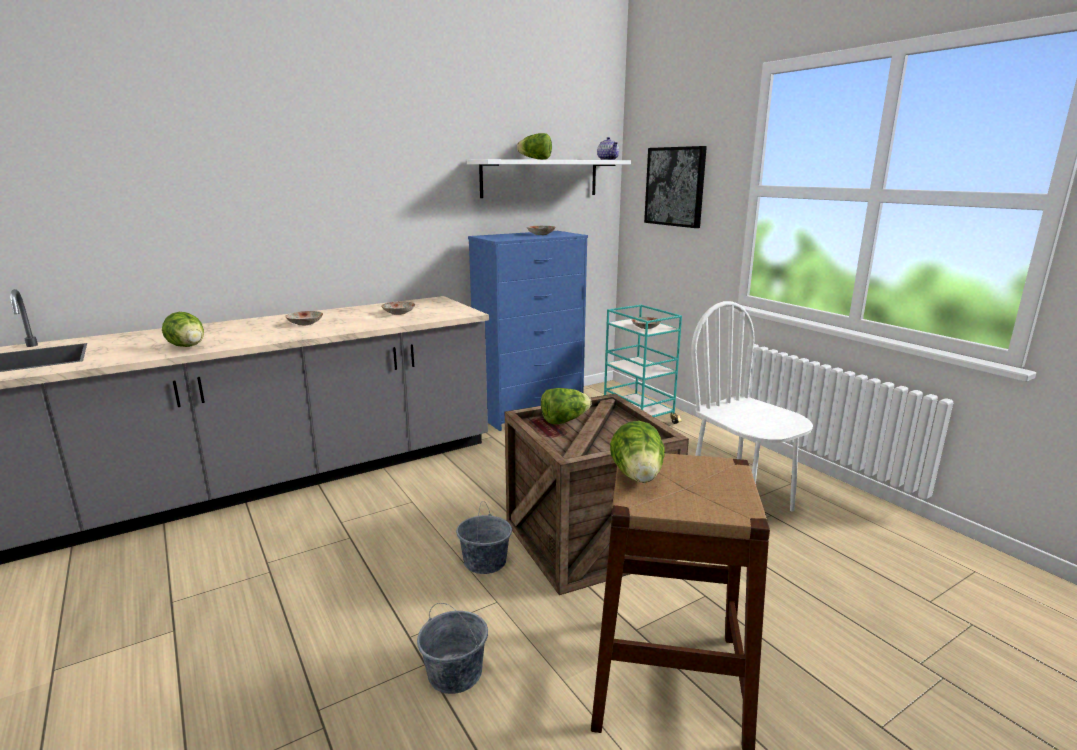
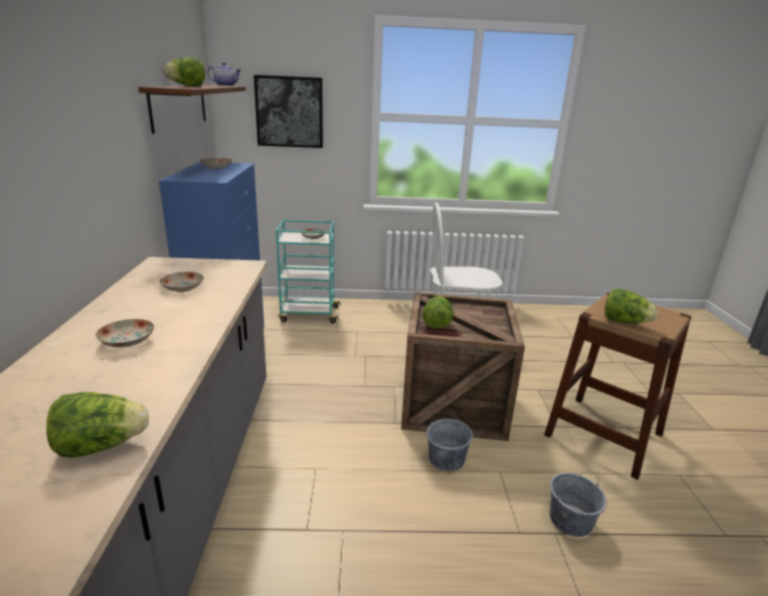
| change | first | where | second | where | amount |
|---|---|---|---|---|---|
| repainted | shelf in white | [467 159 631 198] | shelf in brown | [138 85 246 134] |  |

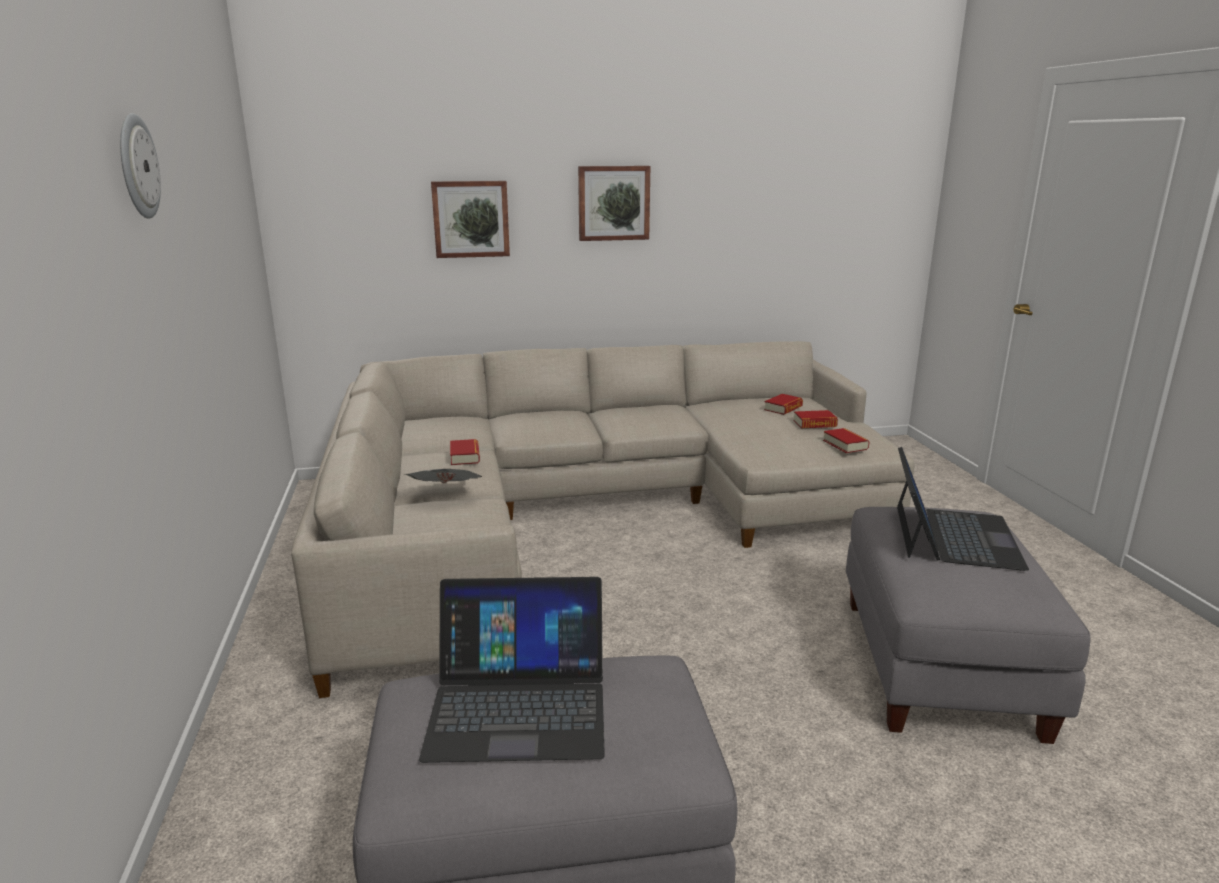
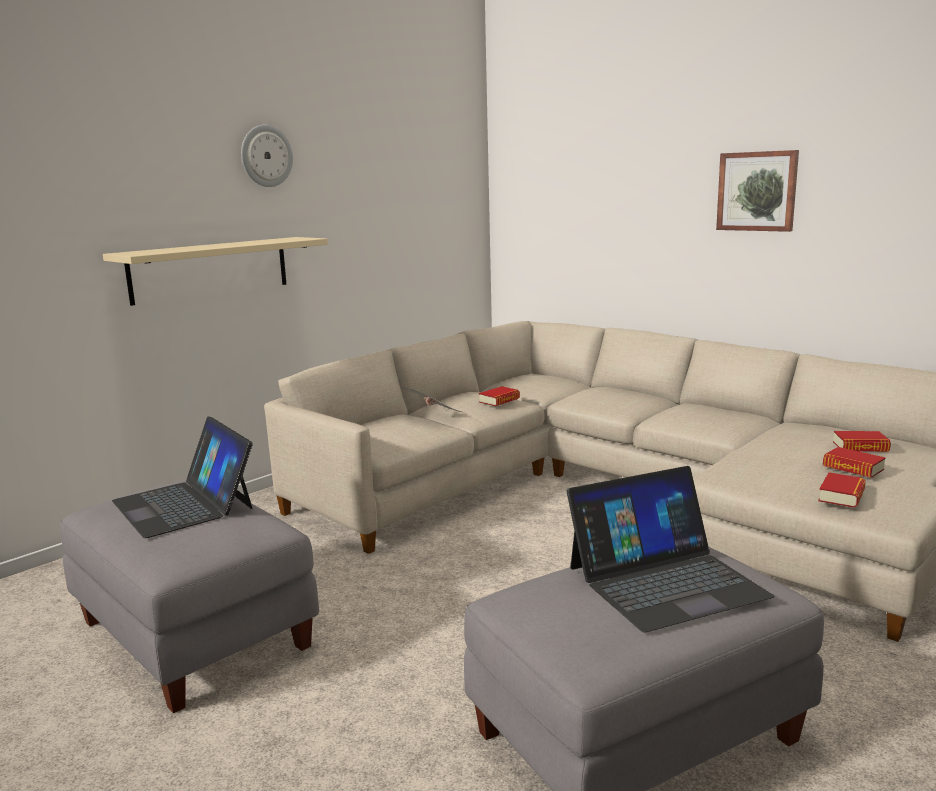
| change | first | where | second | where | amount |
|---|---|---|---|---|---|
| gone | wall picture | [431 181 510 258] |  |  |  |
| new |  |  | shelf in beige | [103 237 328 306] |  |

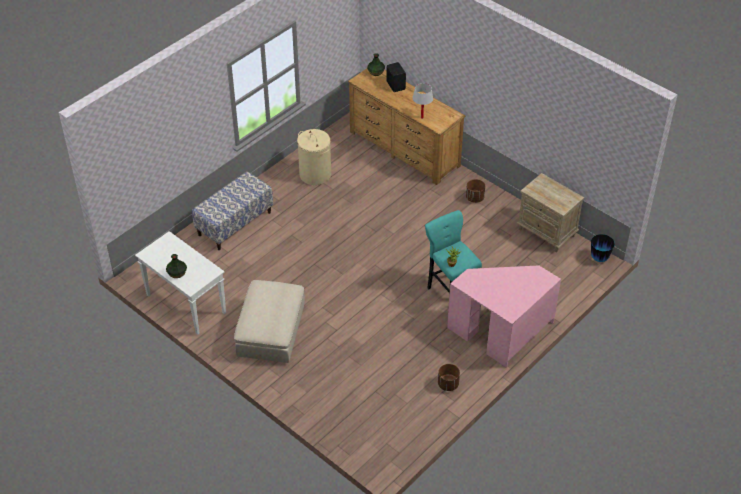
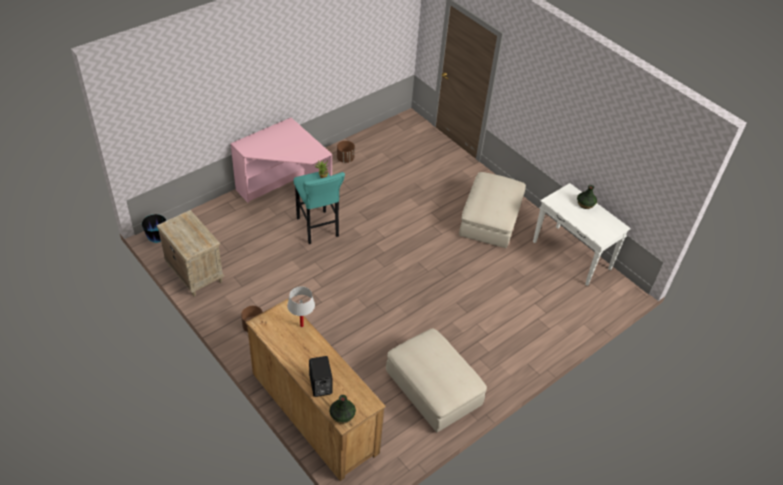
| change | first | where | second | where | amount |
|---|---|---|---|---|---|
| gone | long seat | [192 171 273 250] |  |  |  |
| swapped | laundry basket in beige | [297 129 331 185] | pouffe in beige | [386 329 487 432] |  |

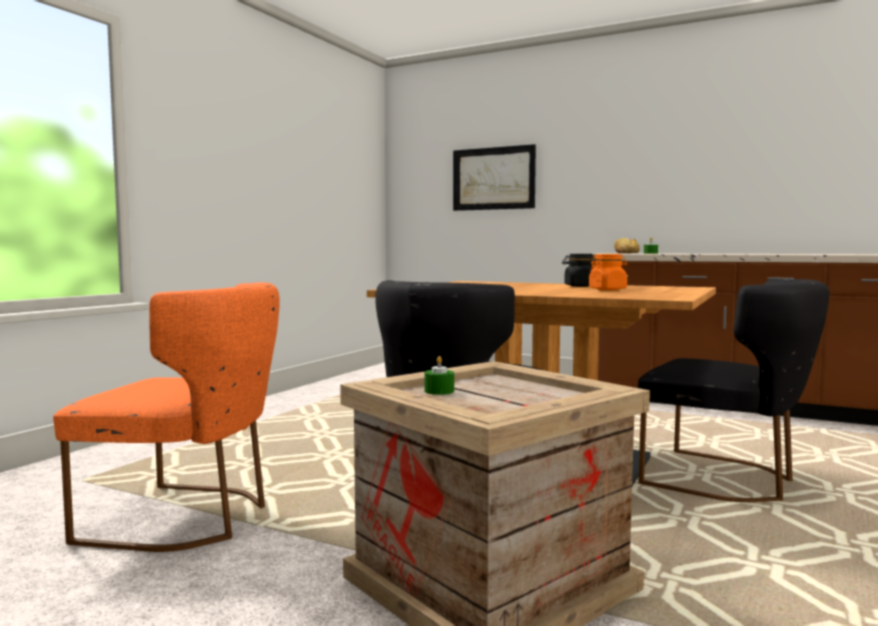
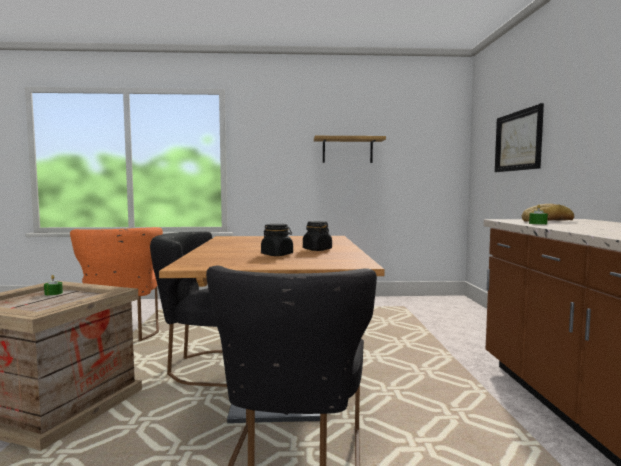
| change | first | where | second | where | amount |
|---|---|---|---|---|---|
| repainted | preserve jar in orangey | [589 254 627 290] | preserve jar in black | [261 224 293 256] |  |
| new |  |  | shelf | [314 136 386 163] |  |

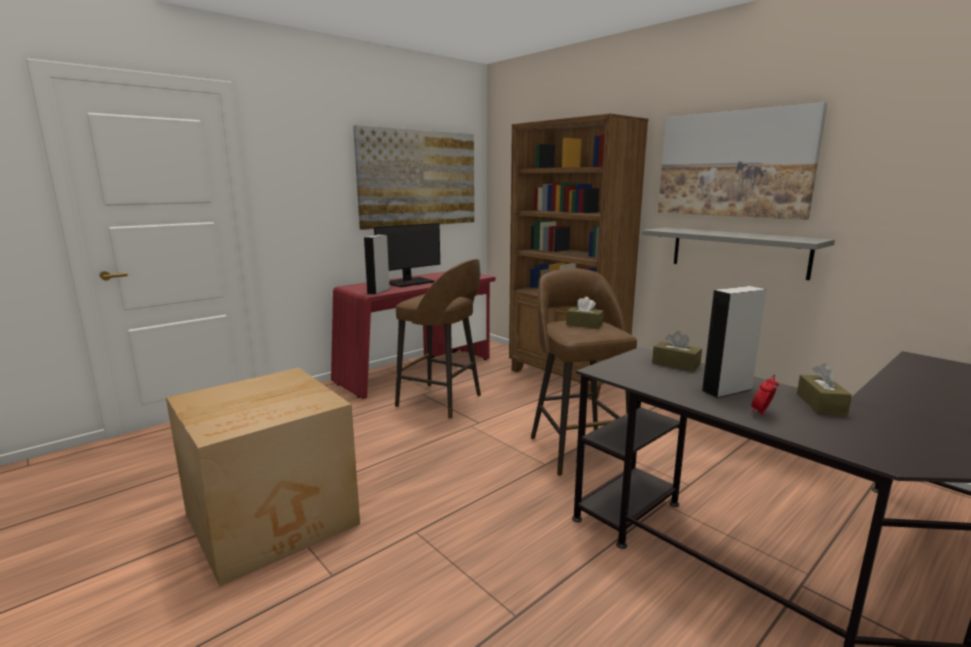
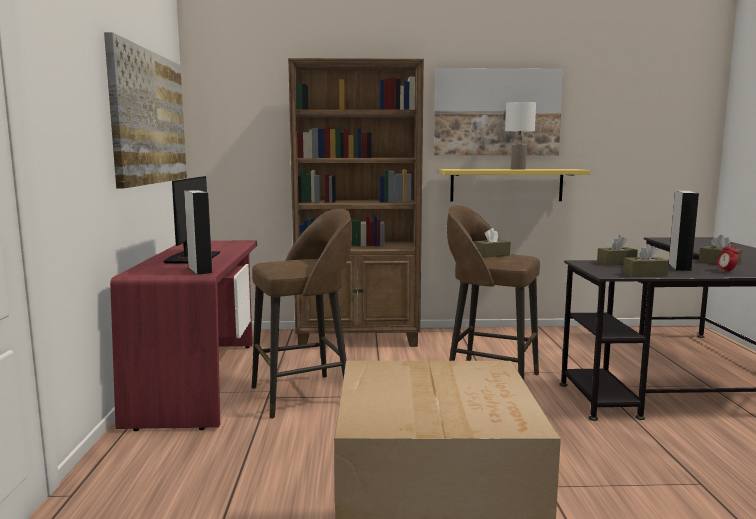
| change | first | where | second | where | amount |
|---|---|---|---|---|---|
| repainted | shelf in gray | [641 227 835 280] | shelf in yellow | [439 169 590 202] |  |
| new |  |  | tabletop lamp in white | [505 102 536 170] |  |
| new |  |  | tissue box in brown | [623 244 669 277] |  |

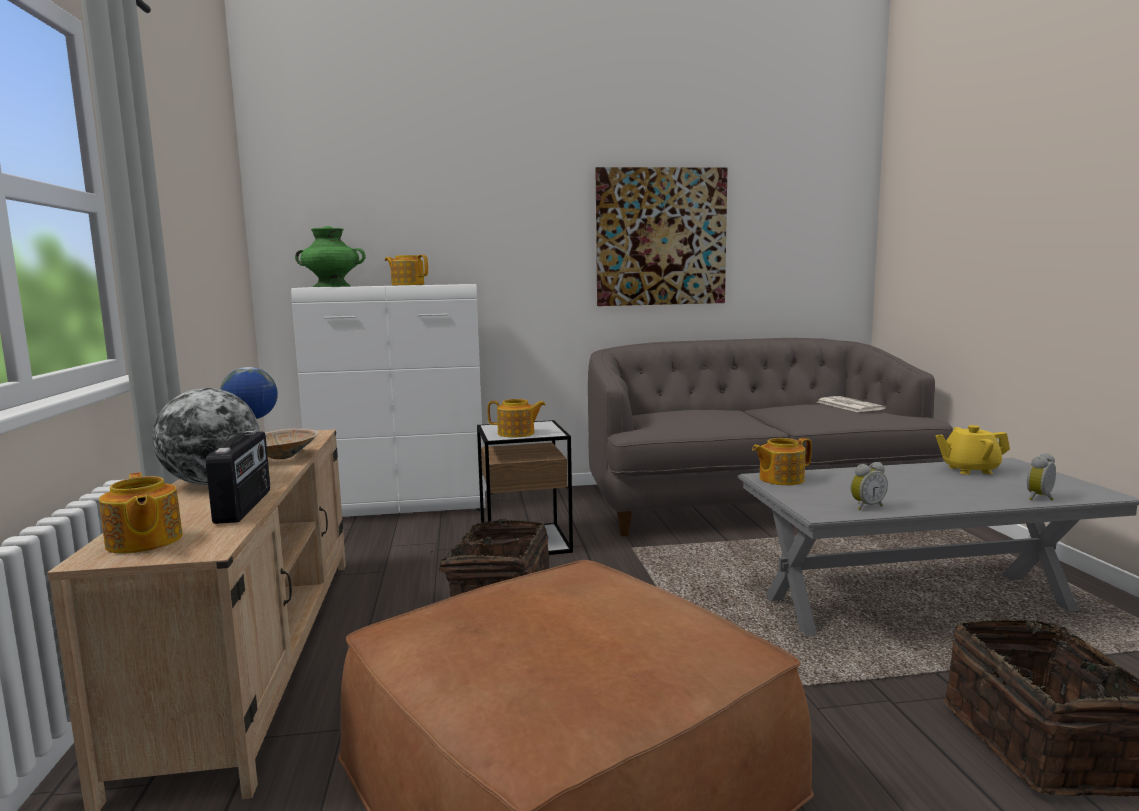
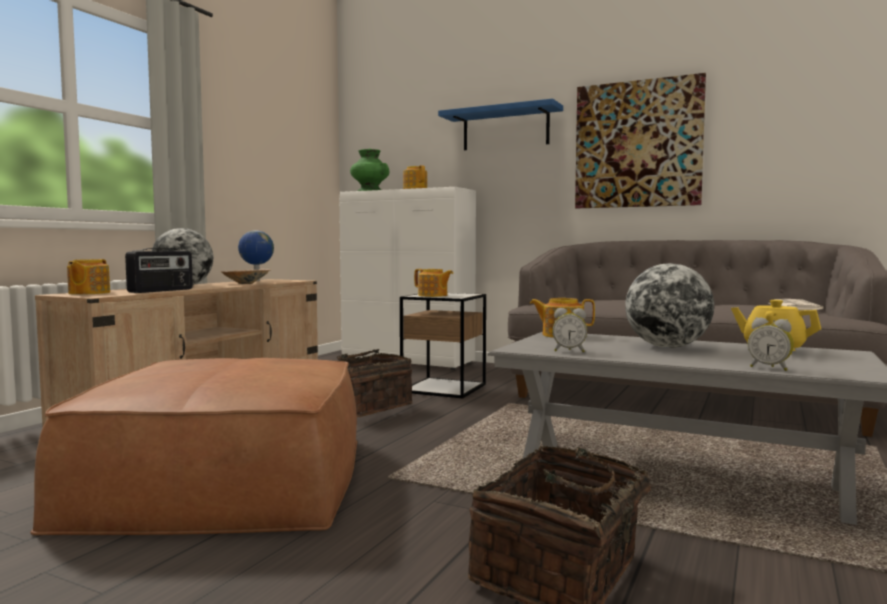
| change | first | where | second | where | amount |
|---|---|---|---|---|---|
| rotated | alarm clock | [1027 453 1056 500] |  | [748 317 794 371] | 135 degrees counterclockwise |
| new |  |  | shelf in bluish | [438 98 563 150] |  |
| new |  |  | globe | [625 263 714 348] |  |

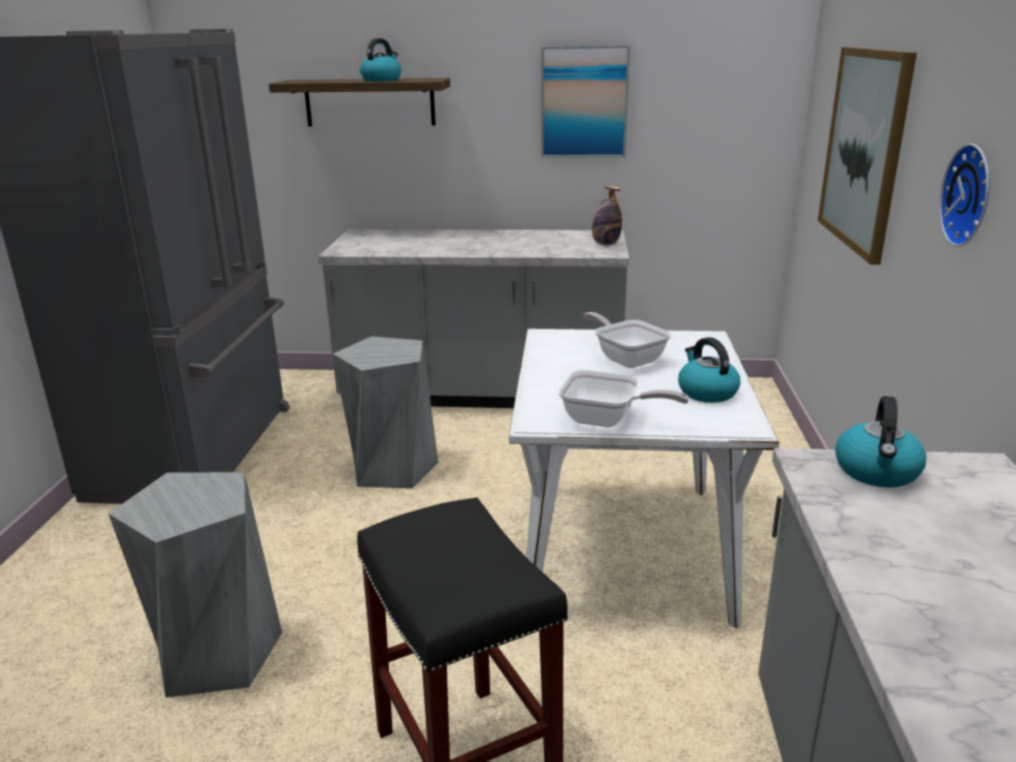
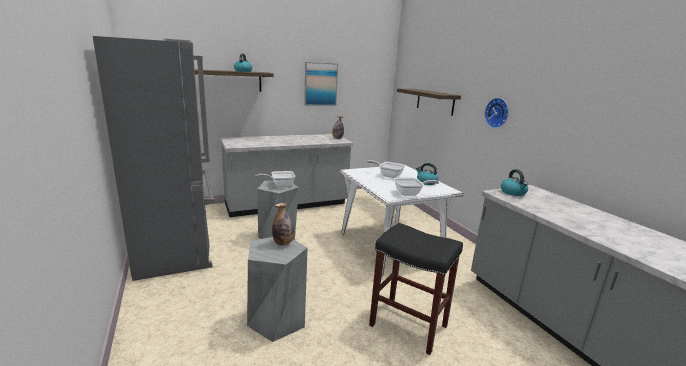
| change | first | where | second | where | amount |
|---|---|---|---|---|---|
| swapped | wall picture | [818 47 917 265] | shelf | [397 88 461 116] |  |
| new |  |  | pan | [255 171 295 187] |  |
| new |  |  | bottle | [272 203 294 246] |  |

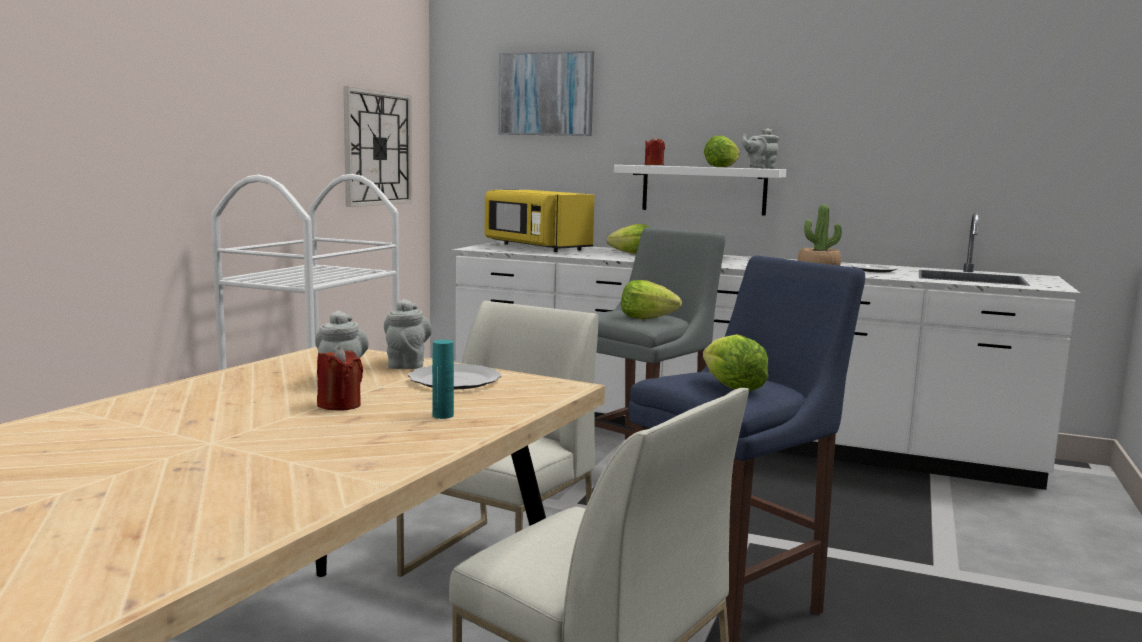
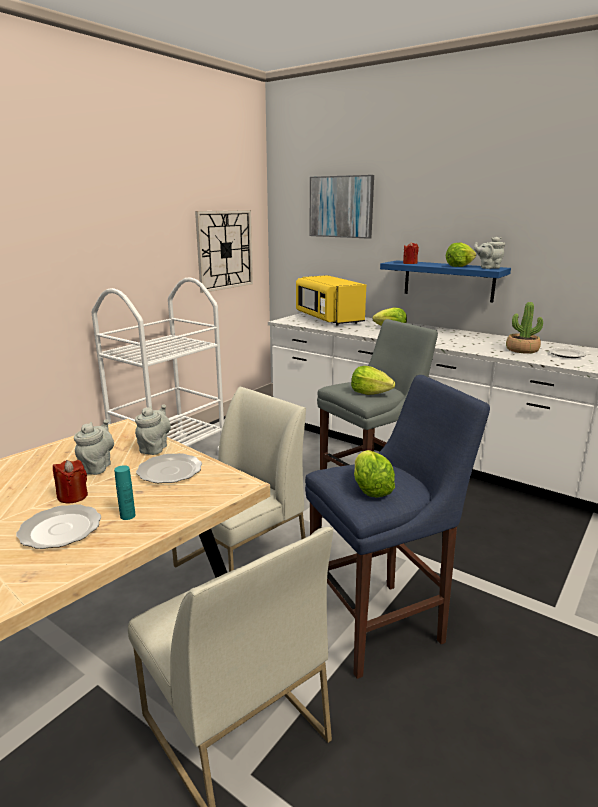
| change | first | where | second | where | amount |
|---|---|---|---|---|---|
| repainted | shelf in white | [614 165 786 216] | shelf in bluish | [380 260 511 302] |  |
| new |  |  | flat dish | [16 504 101 549] |  |

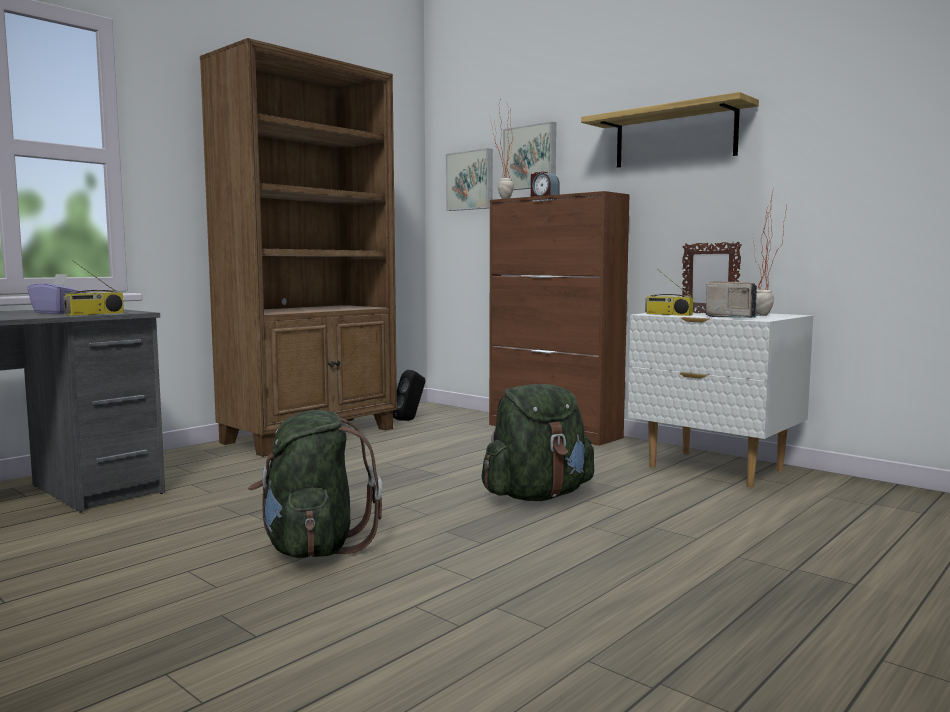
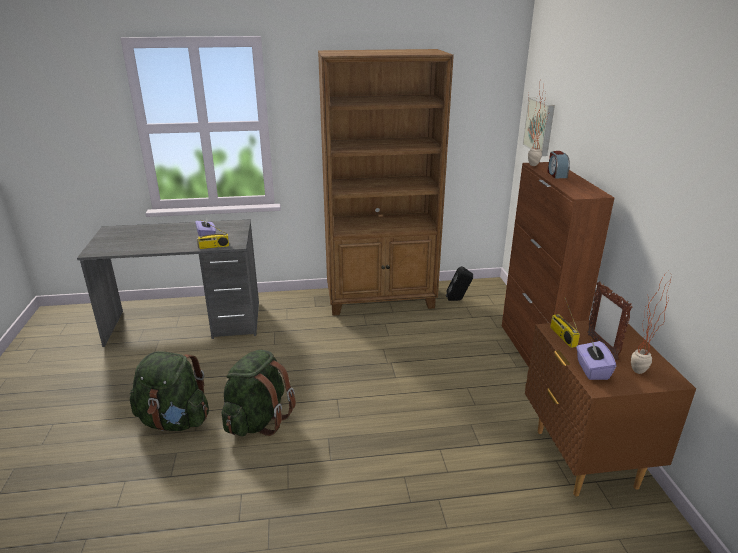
| change | first | where | second | where | amount |
|---|---|---|---|---|---|
| shifted | backpack in greenish | [481 384 594 501] |  | [130 351 209 431] |  |
| gone | wall picture | [503 122 556 190] |  |  |  |
| gone | shelf | [581 92 759 168] |  |  |  |
| repainted | bedside table in white | [628 310 813 488] | bedside table in brown | [525 320 696 496] |  |
| swapped | radio receiver | [706 281 760 318] | tissue box in purple-coloured | [576 339 616 380] |  |

